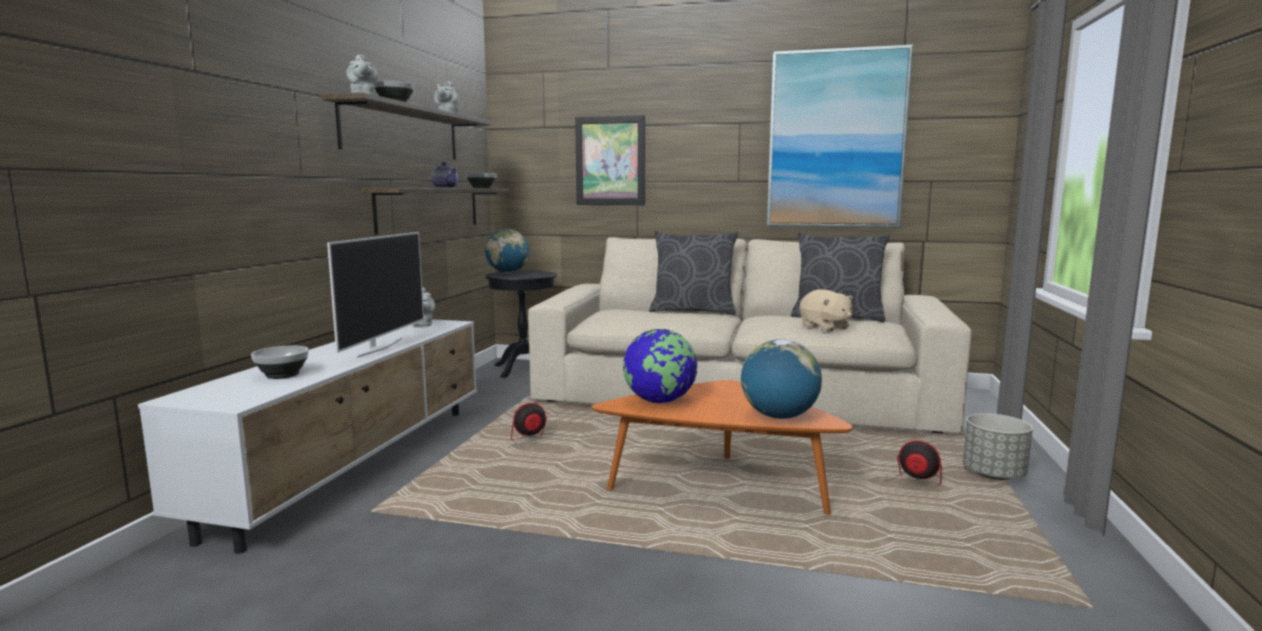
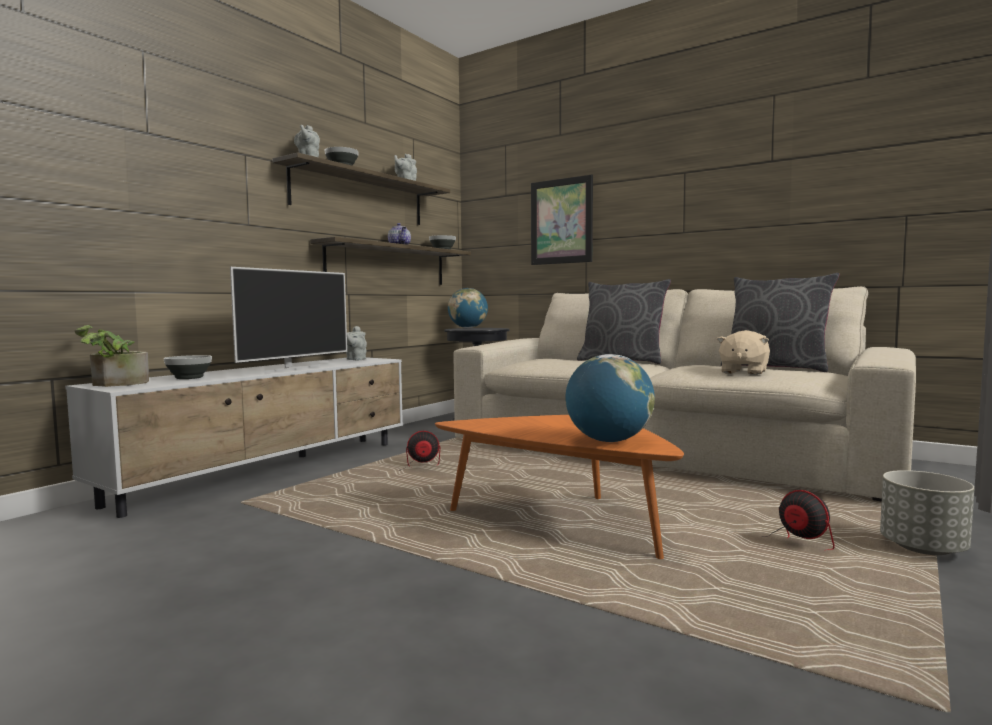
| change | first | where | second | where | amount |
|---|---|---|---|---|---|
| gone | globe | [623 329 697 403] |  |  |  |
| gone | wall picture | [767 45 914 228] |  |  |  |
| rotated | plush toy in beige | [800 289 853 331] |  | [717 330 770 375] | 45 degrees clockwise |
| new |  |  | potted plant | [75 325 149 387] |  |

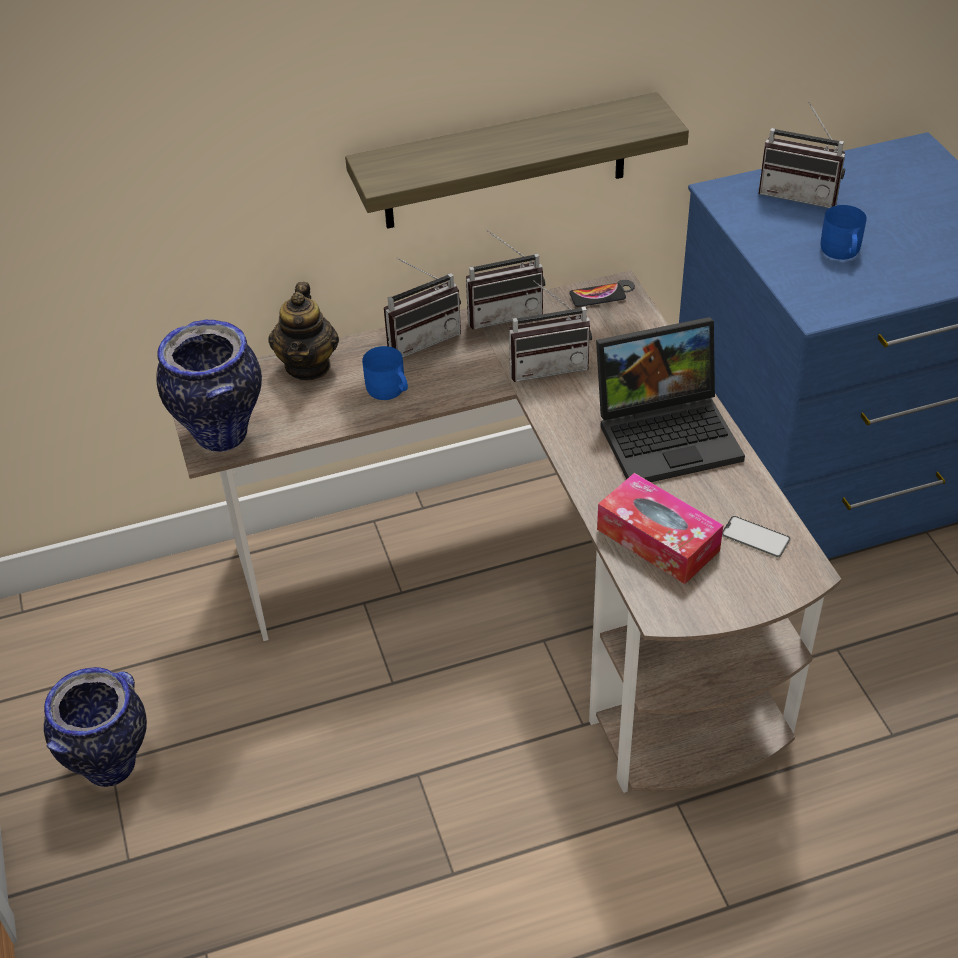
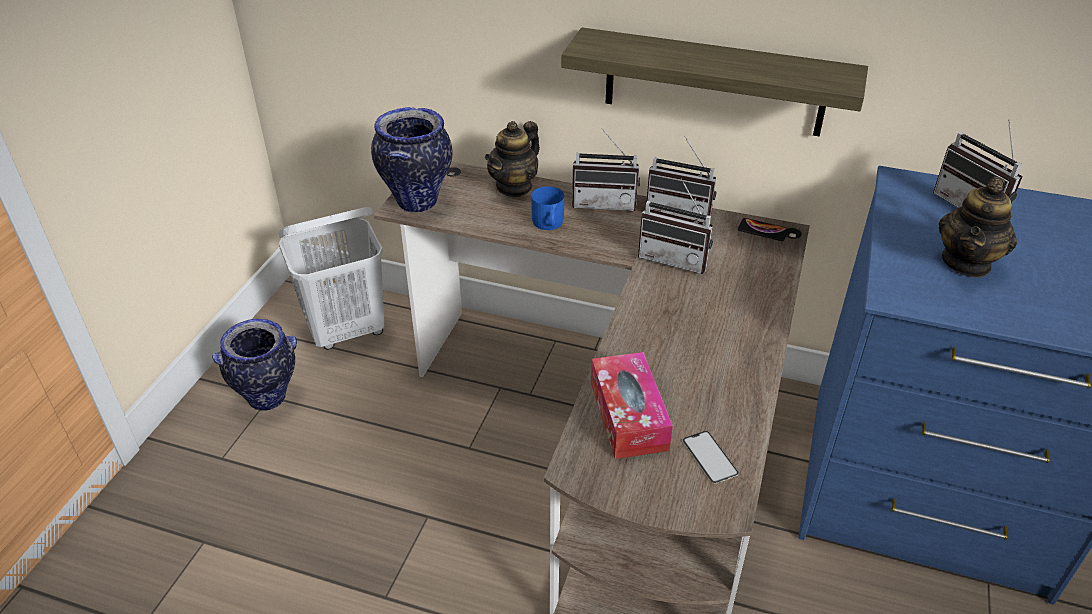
| change | first | where | second | where | amount |
|---|---|---|---|---|---|
| gone | portable computer | [596 317 745 482] |  |  |  |
| swapped | mug in bluish | [820 205 867 260] | tea pot | [938 176 1017 278] |  |
| new |  |  | laundry basket in white | [278 207 384 349] |  |

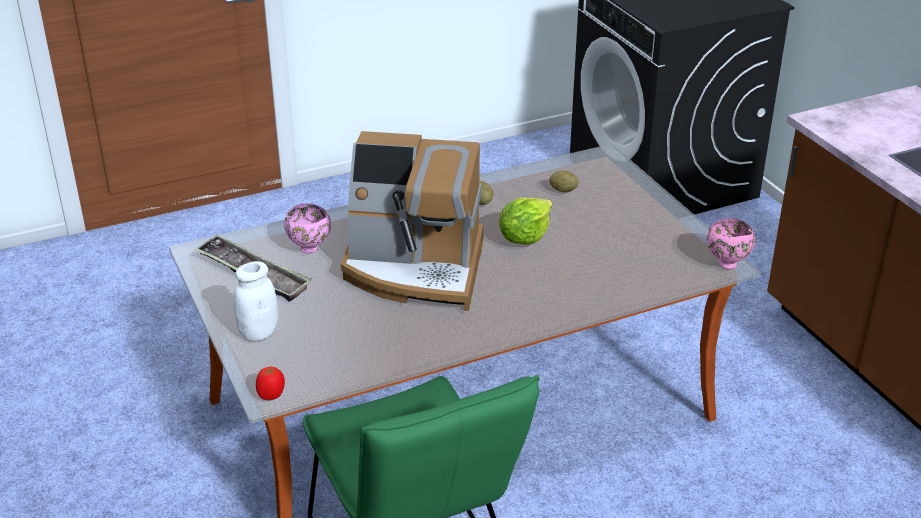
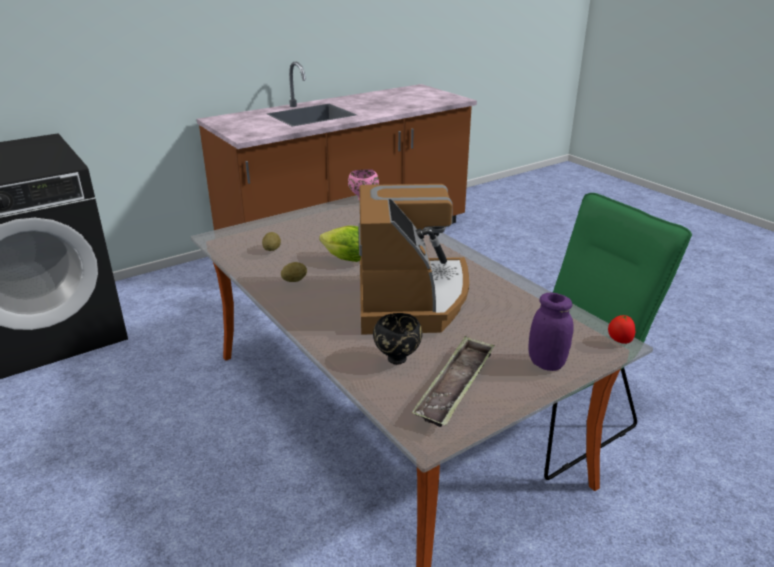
| change | first | where | second | where | amount |
|---|---|---|---|---|---|
| repainted | preserve jar in white | [233 261 278 341] | preserve jar in purple-coloured | [529 293 574 371] |  |
| repainted | deep dish in pink-coloured | [284 203 331 253] | deep dish in black | [373 313 422 365] |  |

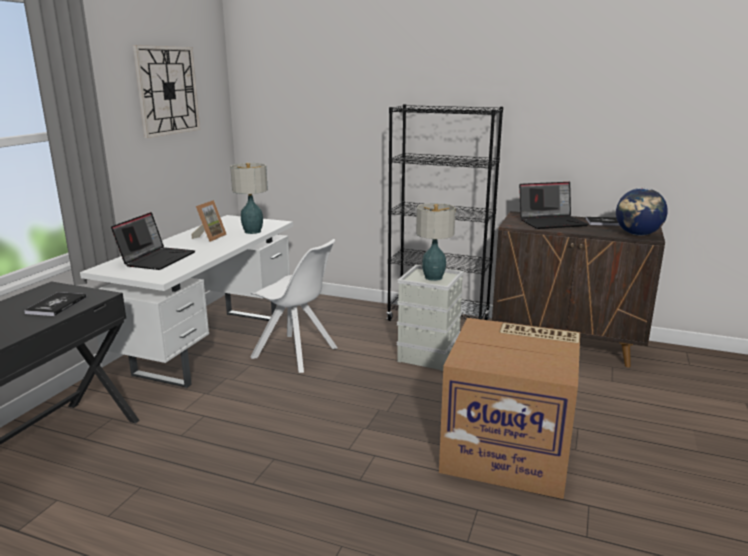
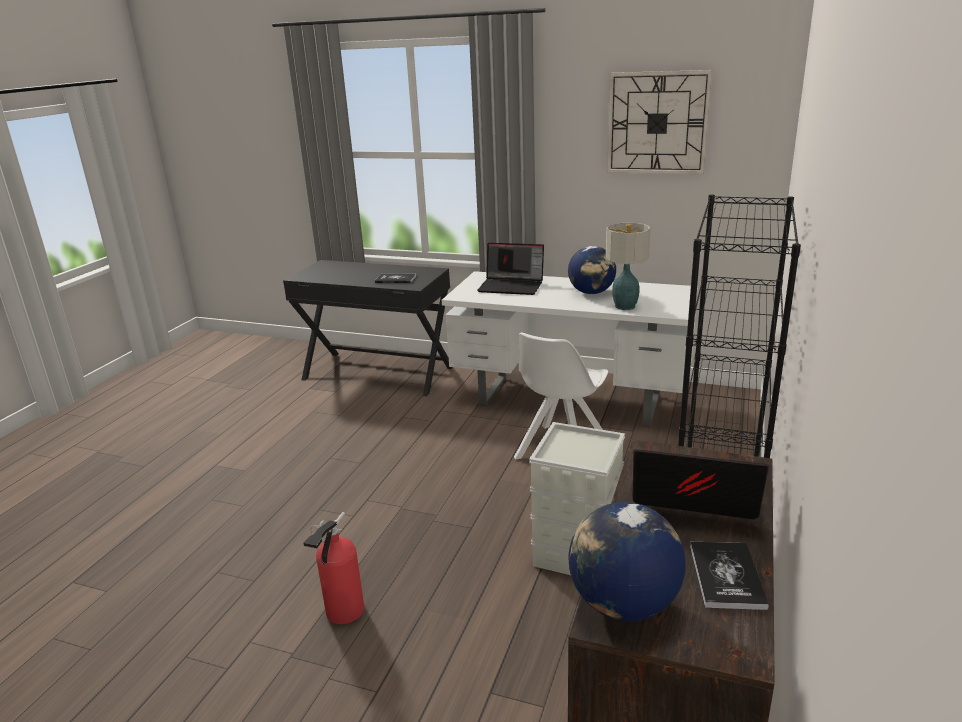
| change | first | where | second | where | amount |
|---|---|---|---|---|---|
| swapped | picture frame | [191 200 227 242] | globe | [568 246 616 294] |  |
| gone | tabletop lamp | [416 203 456 281] |  |  |  |
| swapped | carton | [439 318 580 499] | fire-fighting cylinder | [303 512 364 624] |  |
| rotated | portable computer | [519 182 589 229] |  | [632 449 769 519] | 120 degrees clockwise |

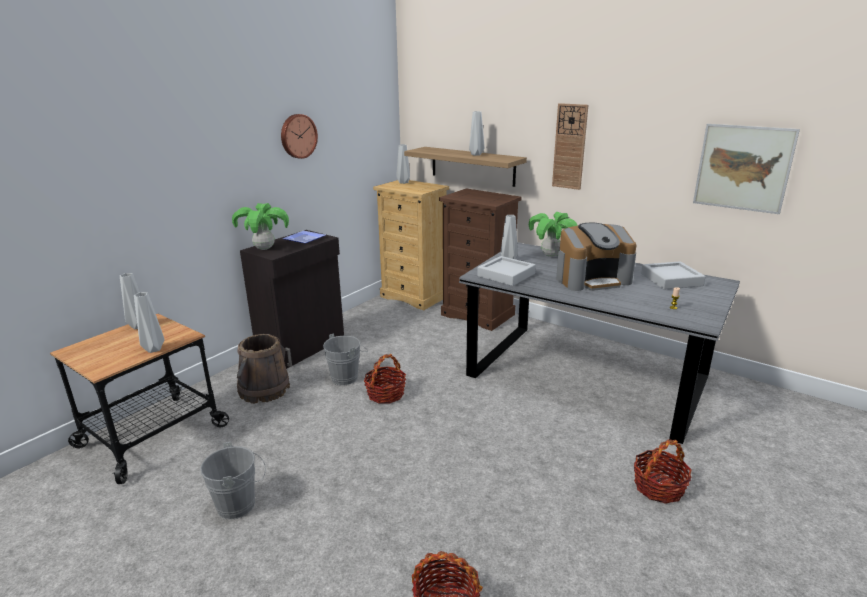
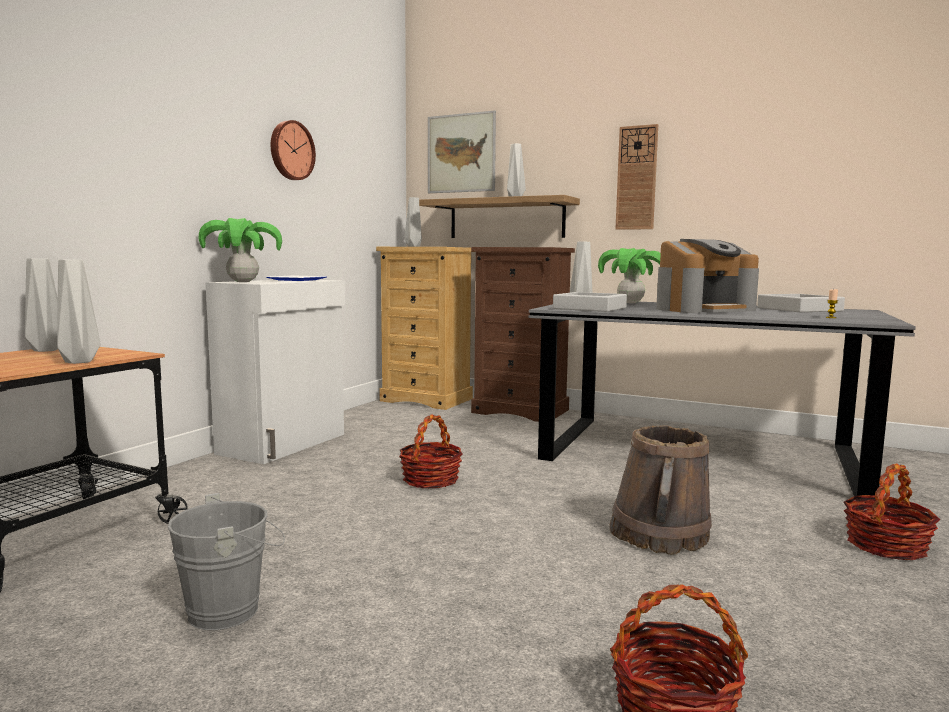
| change | first | where | second | where | amount |
|---|---|---|---|---|---|
| shifted | water bucket in brown | [237 334 290 404] |  | [610 425 712 555] |  |
| repainted | storage cabinet in black | [240 230 344 369] | storage cabinet in white | [206 280 345 464] |  |
| gone | water bucket in gray | [323 334 368 386] |  |  |  |
| shifted | wall picture | [693 124 800 214] |  | [428 110 496 193] |  |

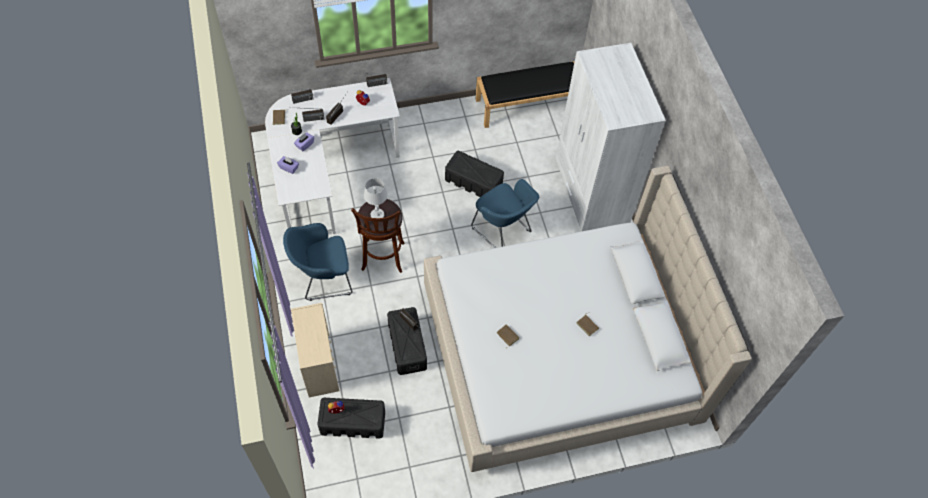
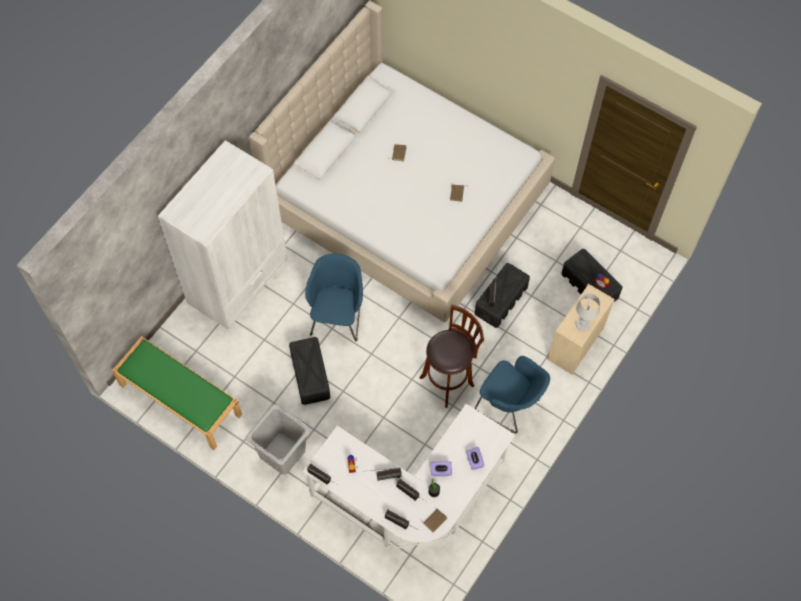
| change | first | where | second | where | amount |
|---|---|---|---|---|---|
| shifted | tabletop lamp in white | [364 178 387 218] |  | [576 293 600 331] |  |
| repainted | long seat in black | [476 61 575 128] | long seat in greenish | [112 336 242 450] |  |
| new |  |  | laundry basket in gray | [246 404 310 475] |  |

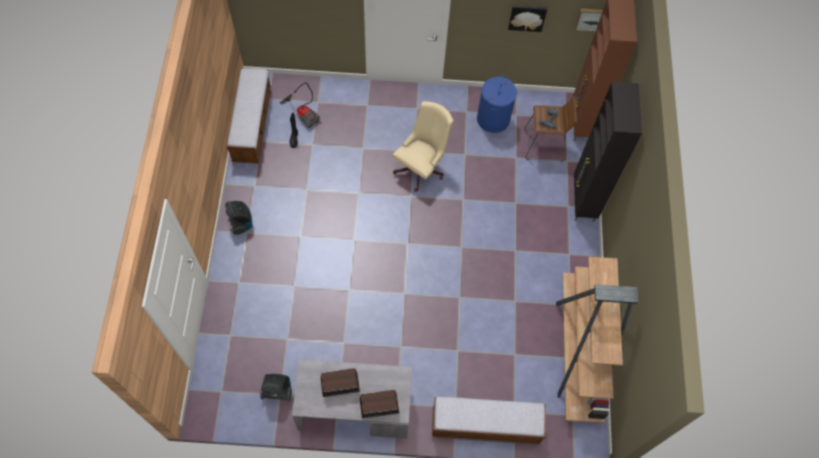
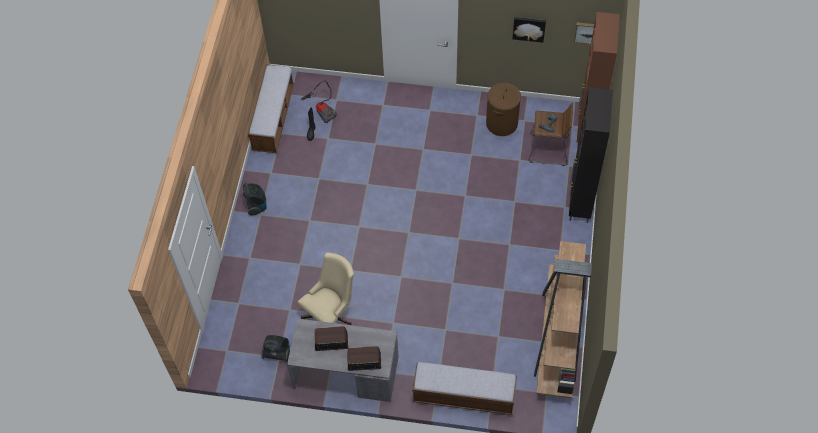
| change | first | where | second | where | amount |
|---|---|---|---|---|---|
| shifted | computer chair in beige | [393 101 454 192] |  | [298 252 354 325] |  |
| repainted | laundry basket in bluish | [477 75 517 133] | laundry basket in brown | [486 82 521 136] |  |

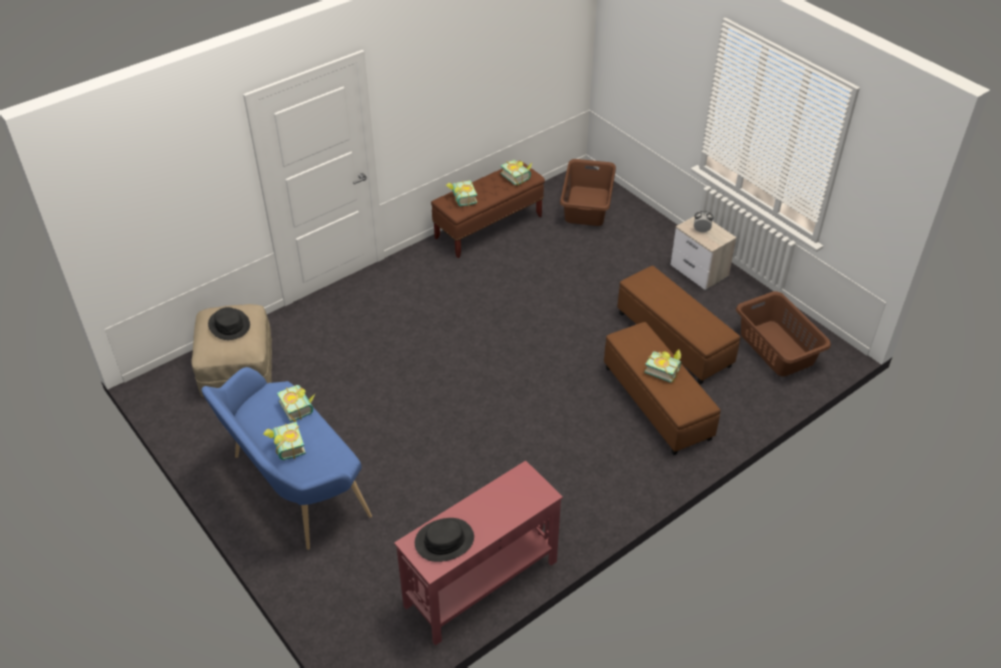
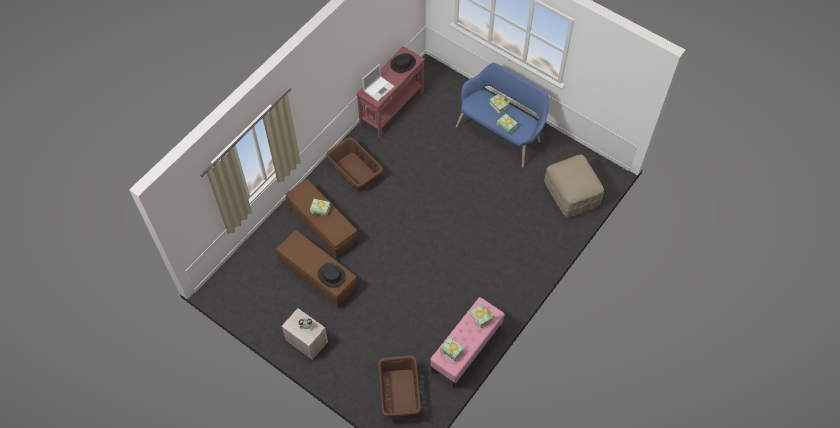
| change | first | where | second | where | amount |
|---|---|---|---|---|---|
| shifted | clothing hat in black | [208 307 250 340] |  | [318 263 346 288] |  |
| repainted | long seat in brown | [431 162 545 258] | long seat in pink-coloured | [430 297 505 388] |  |
| shifted | laundry basket in brown | [736 291 831 377] |  | [326 137 383 191] |  |
| new |  |  | portable computer | [362 64 395 101] |  |

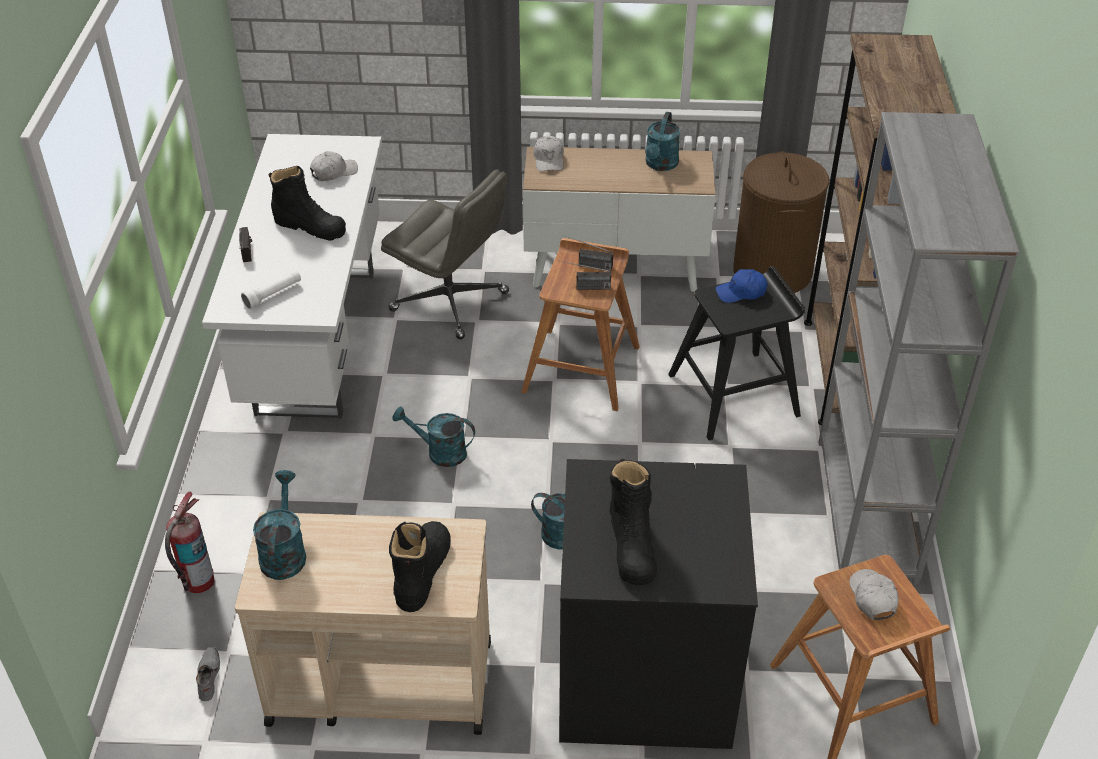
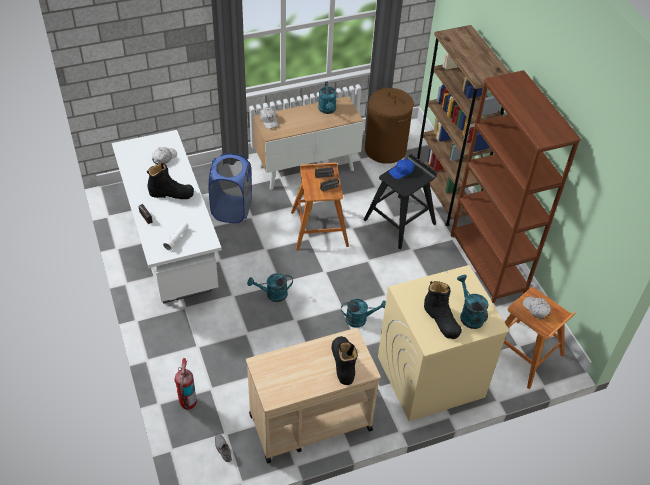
| change | first | where | second | where | amount |
|---|---|---|---|---|---|
| shifted | sprinkling can in turquoise | [253 470 306 580] |  | [457 275 489 329] |  |
| swapped | computer chair in gray | [381 169 509 339] | laundry basket in bluish | [209 153 252 223] |  |
| repainted | laundry machine in black | [559 459 758 749] | laundry machine in beige | [378 265 510 421] |  |
| repainted | shelving unit in gray | [819 112 1020 586] | shelving unit in brown | [451 70 581 303] |  |

